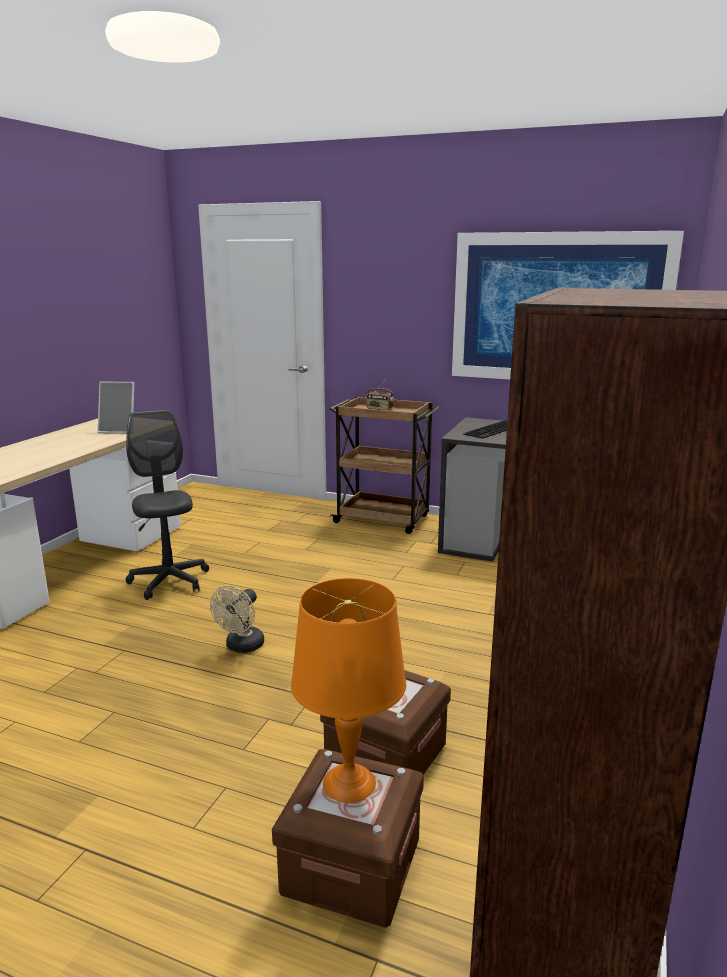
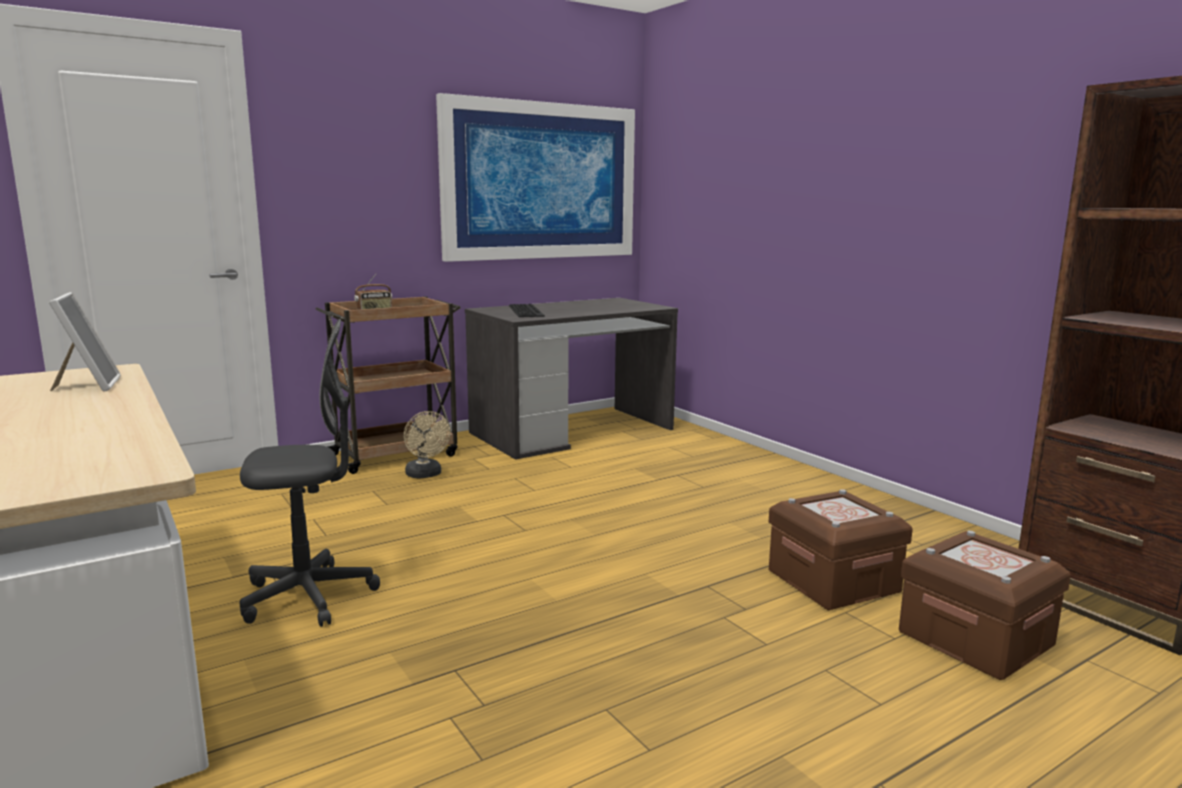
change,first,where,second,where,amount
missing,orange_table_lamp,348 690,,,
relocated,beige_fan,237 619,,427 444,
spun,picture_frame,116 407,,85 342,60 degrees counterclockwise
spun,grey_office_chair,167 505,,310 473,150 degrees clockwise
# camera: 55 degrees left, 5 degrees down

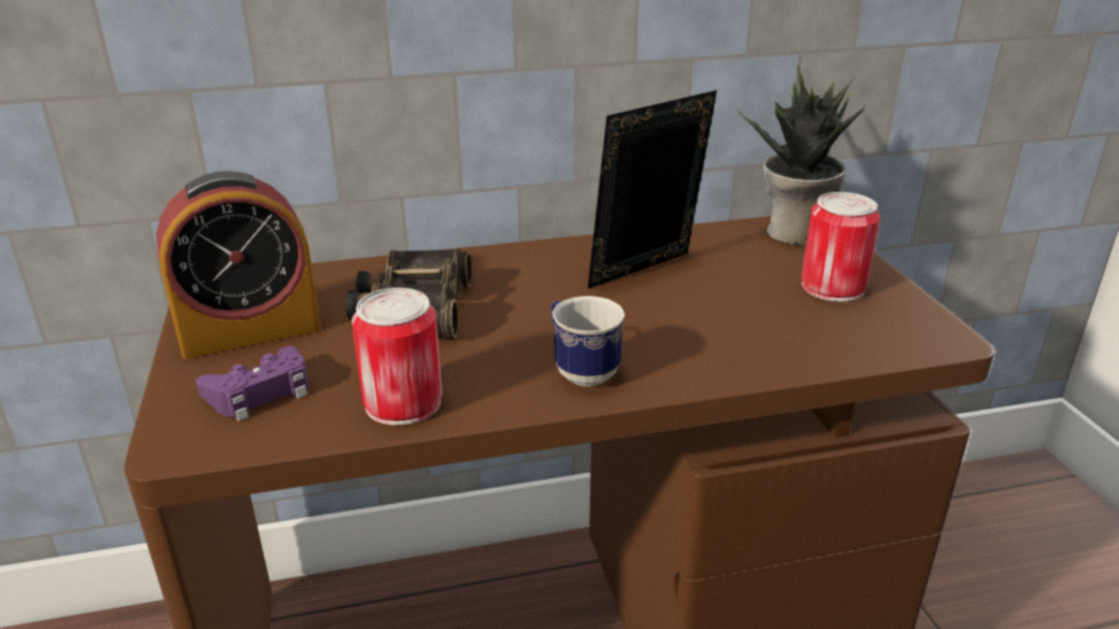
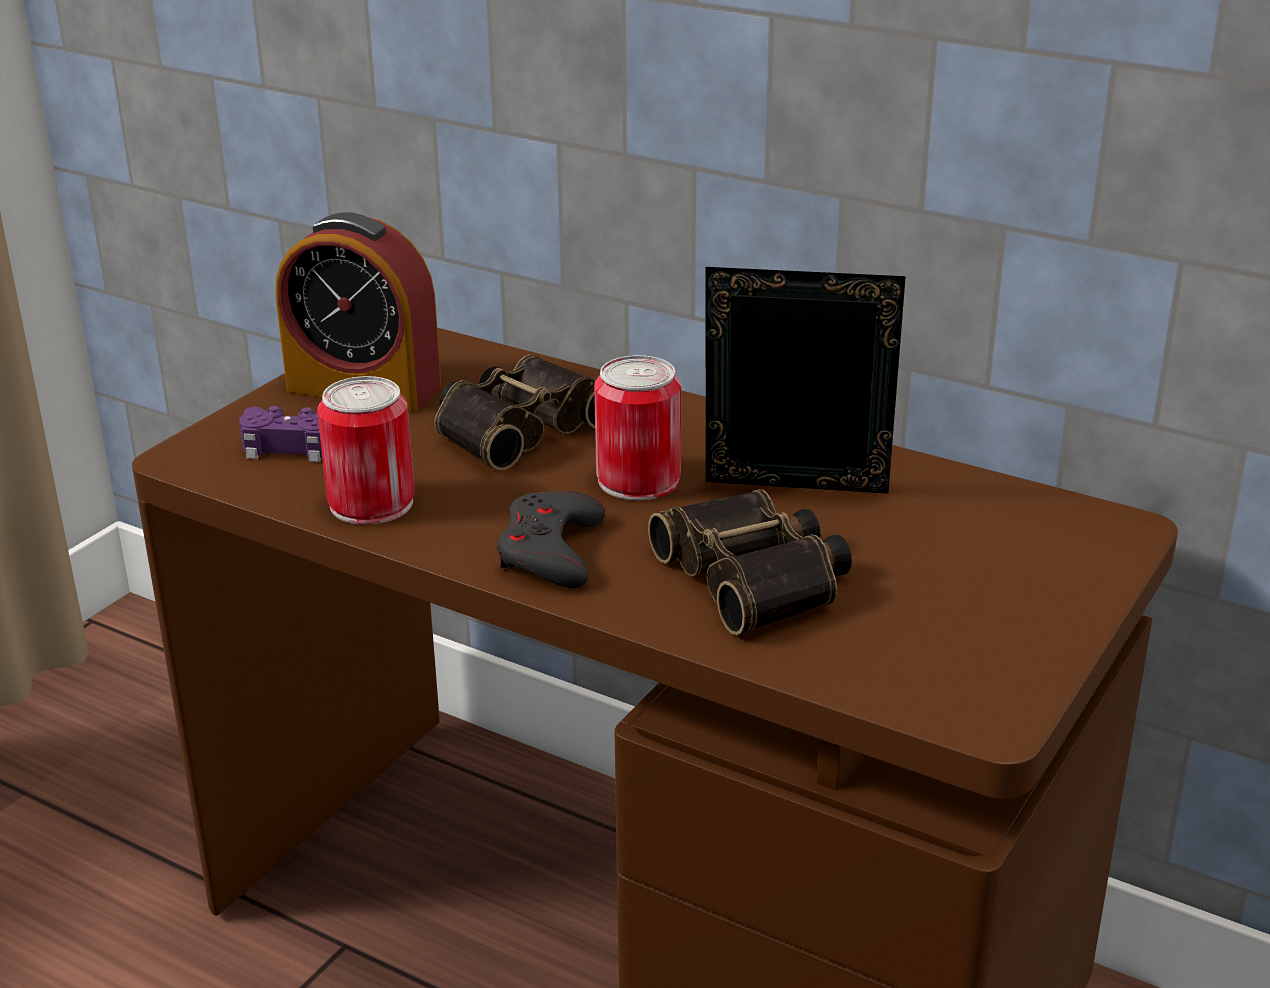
change,first,where,second,where,amount
missing,potted_plant,802 154,,,
appeared,,,binoculars,750 562,
relocated,can,840 247,,638 427,
exchanged,mug,588 341,grey_game_controller,551 540,
# camera: 45 degrees right, 0 degrees up

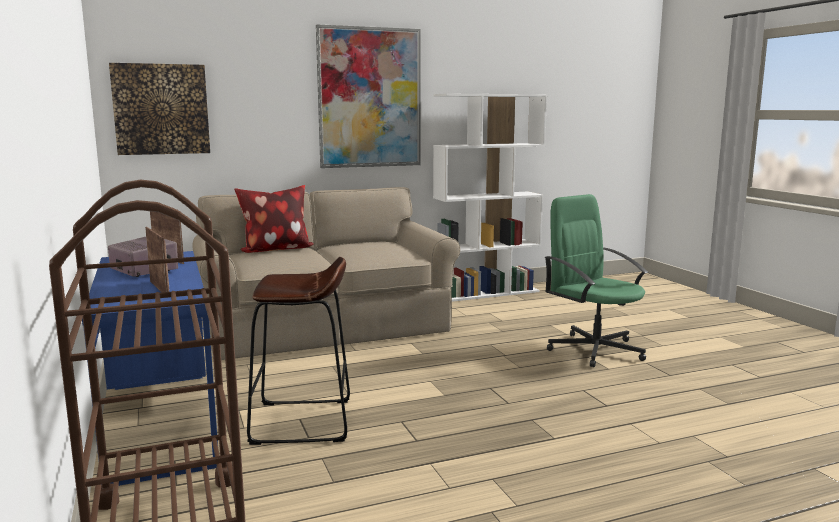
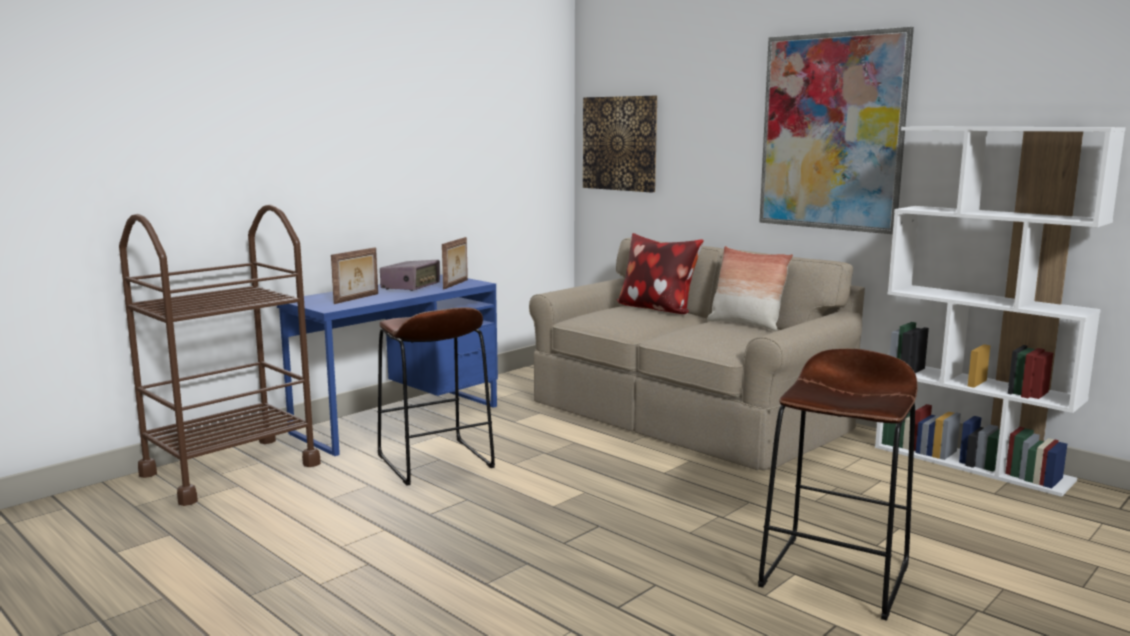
change,first,where,second,where,amount
appeared,,,pillow,750 288,
exchanged,green_office_chair,596 280,brown_stool,837 485,
# camera: 65 degrees right, 0 degrees up

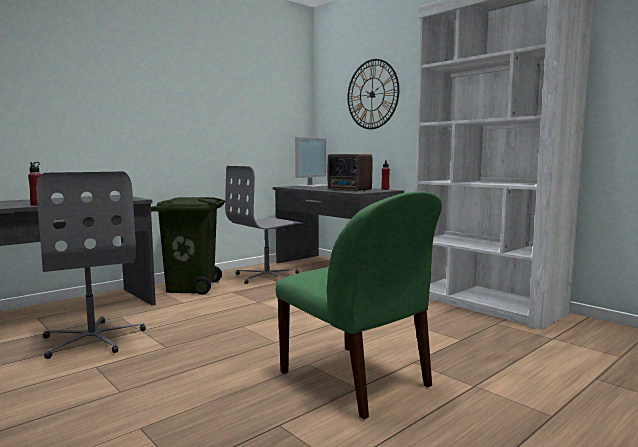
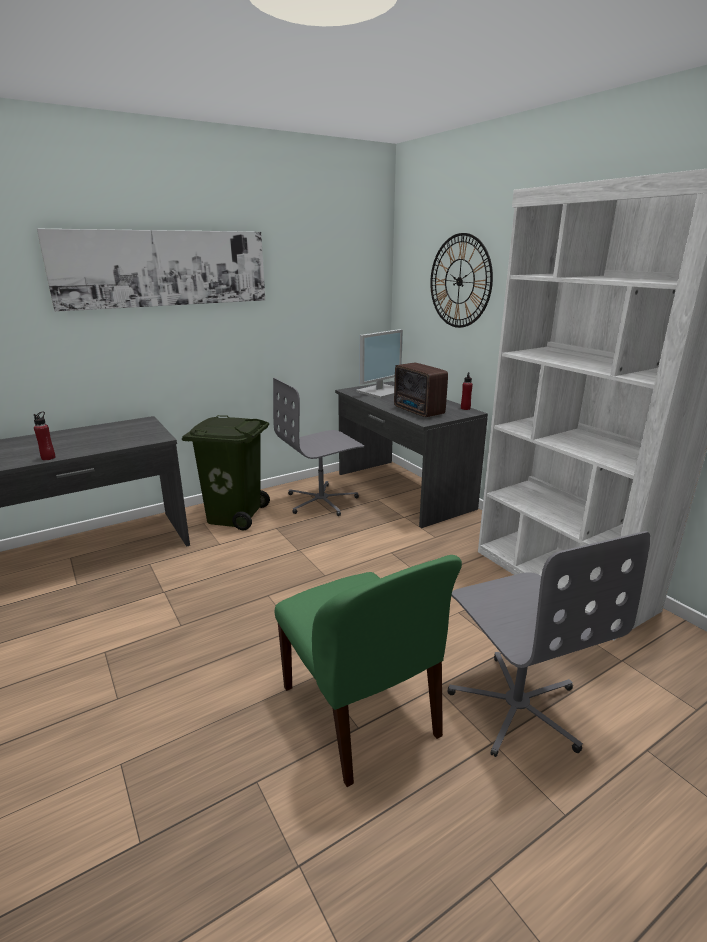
change,first,where,second,where,amount
appeared,,,picture,151 270,
relocated,grey_office_chair,91 265,,548 644,
# camera: 10 degrees right, 15 degrees up

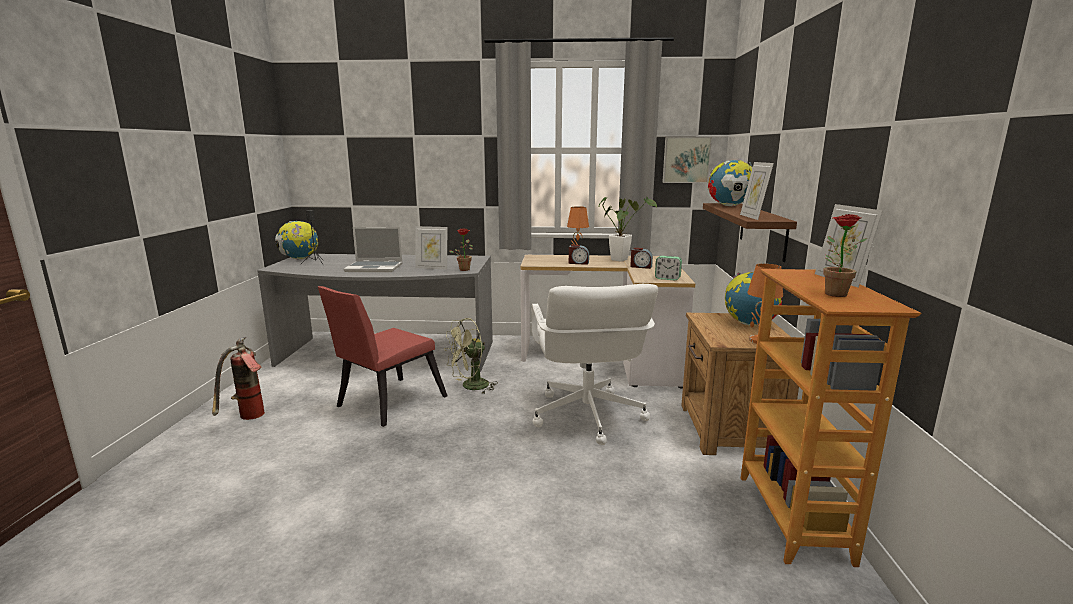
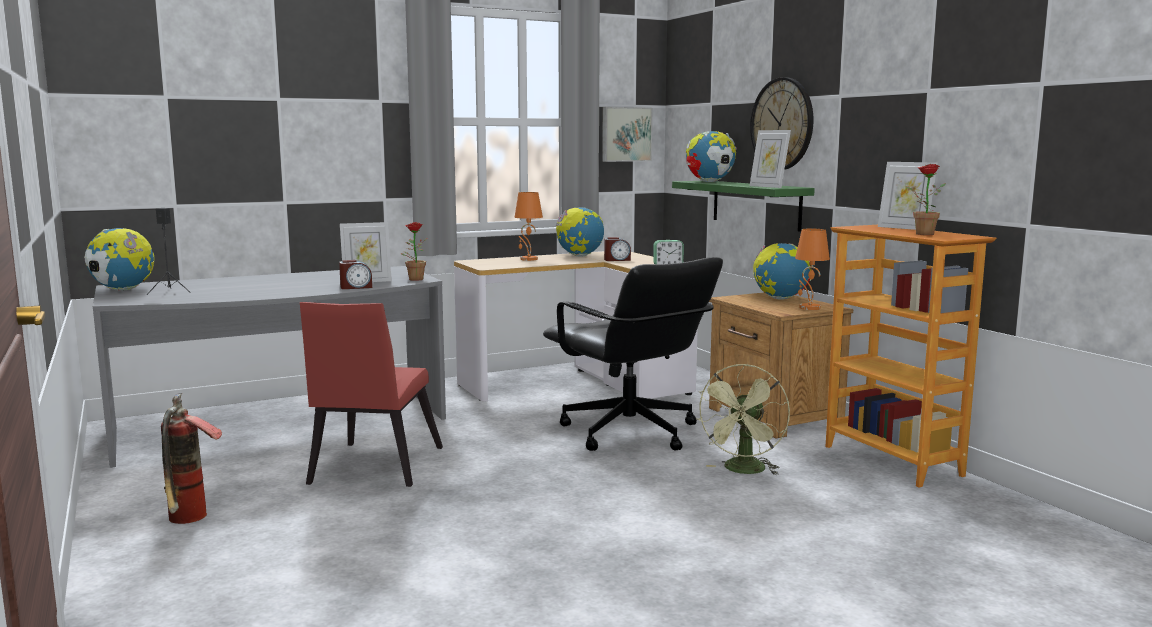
change,first,where,second,where,amount
missing,laptop,373 249,,,
appeared,,,wall_clock,782 123,
relocated,green_fan,471 356,,743 419,
relocated,alarm_clock,579 255,,355 274,
exchanged,potted_plant,628 229,globe,580 231,
colour,white_office_chair,595 364,black_office_chair,633 354,
colour,brown_shelf,750 232,green_shelf,743 206,
# camera: 30 degrees left, 5 degrees down

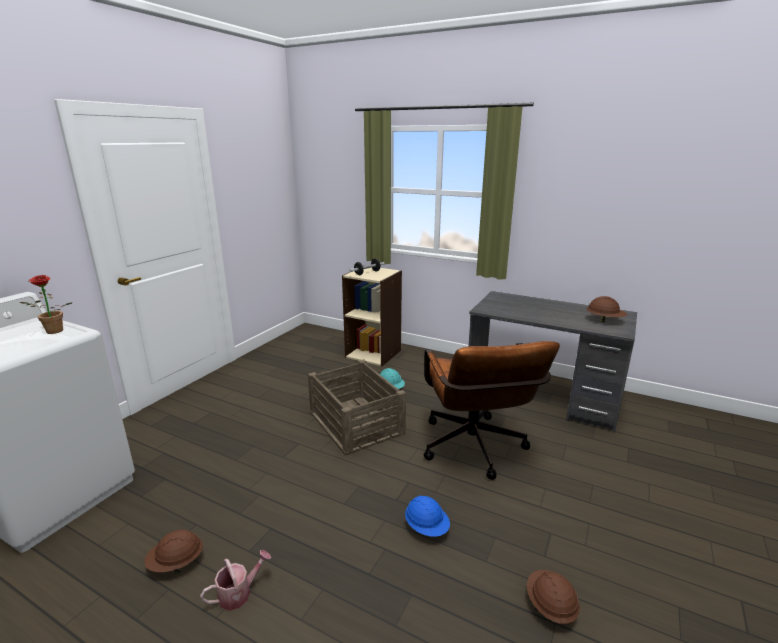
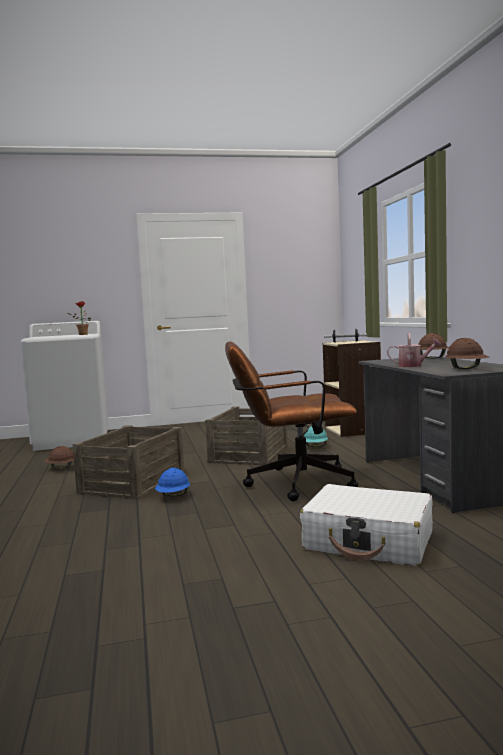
change,first,where,second,where,amount
appeared,,,crate,129 462,
appeared,,,white_suitcase,366 525,
relocated,watering_can,235 580,,414 350,
relocated,brown_hard_hat,553 597,,433 346,
spun,brown_office_chair,492 410,,291 421,45 degrees clockwise
# camera: 50 degrees right, 15 degrees down

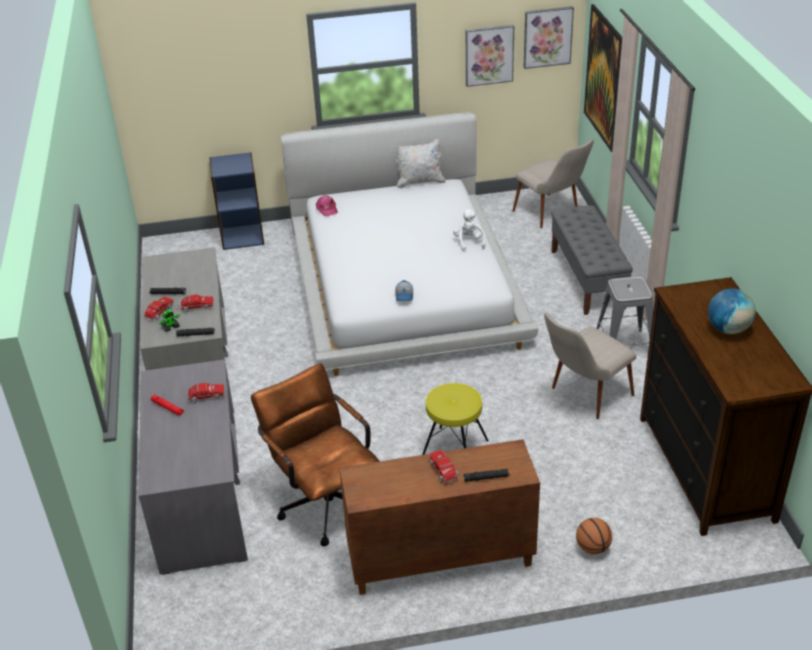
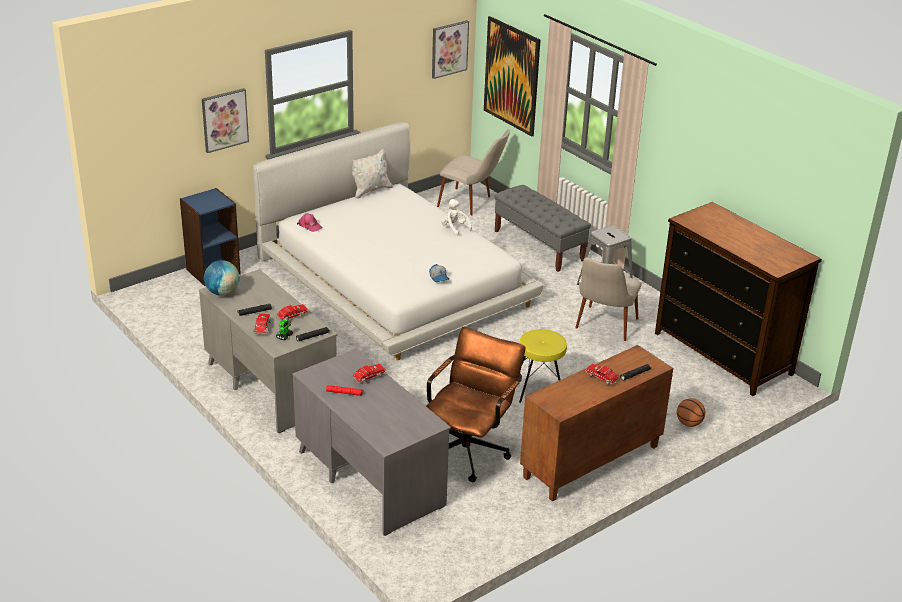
change,first,where,second,where,amount
relocated,picture,490 56,,225 120,
relocated,globe,732 311,,222 278,
spun,brown_office_chair,315 454,,476 404,90 degrees clockwise
# camera: 30 degrees left, 5 degrees down

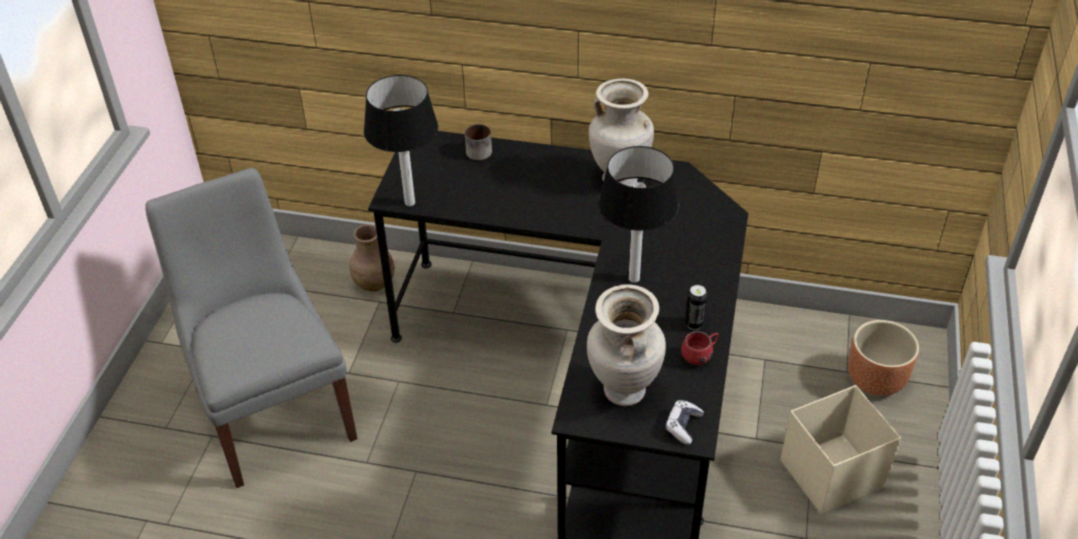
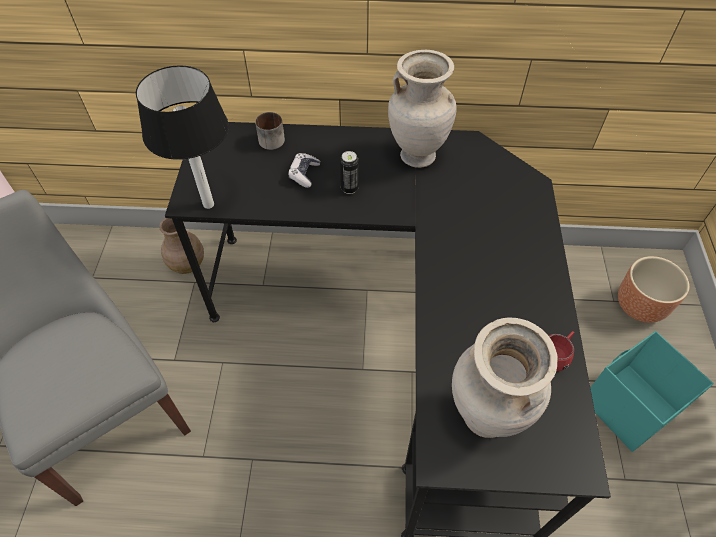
change,first,where,second,where,amount
missing,table_lamp,638 214,,,
relocated,game_controller,684 422,,304 170,
relocated,can,696 307,,349 172,
colour,beige_storage_box,840 450,turquoise_storage_box,652 391,
# camera: 10 degrees left, 10 degrees up

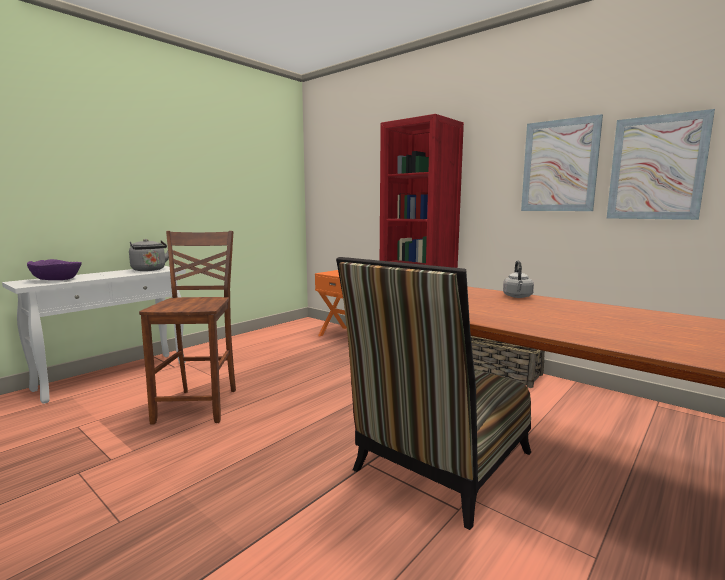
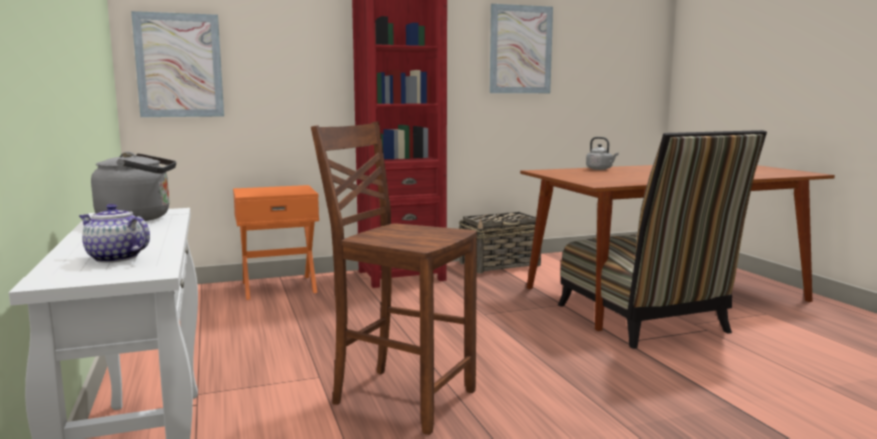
change,first,where,second,where,amount
relocated,picture,661 164,,177 64,
exchanged,purple_bowl,54 269,teapot,114 233,
# camera: 60 degrees left, 0 degrees up

